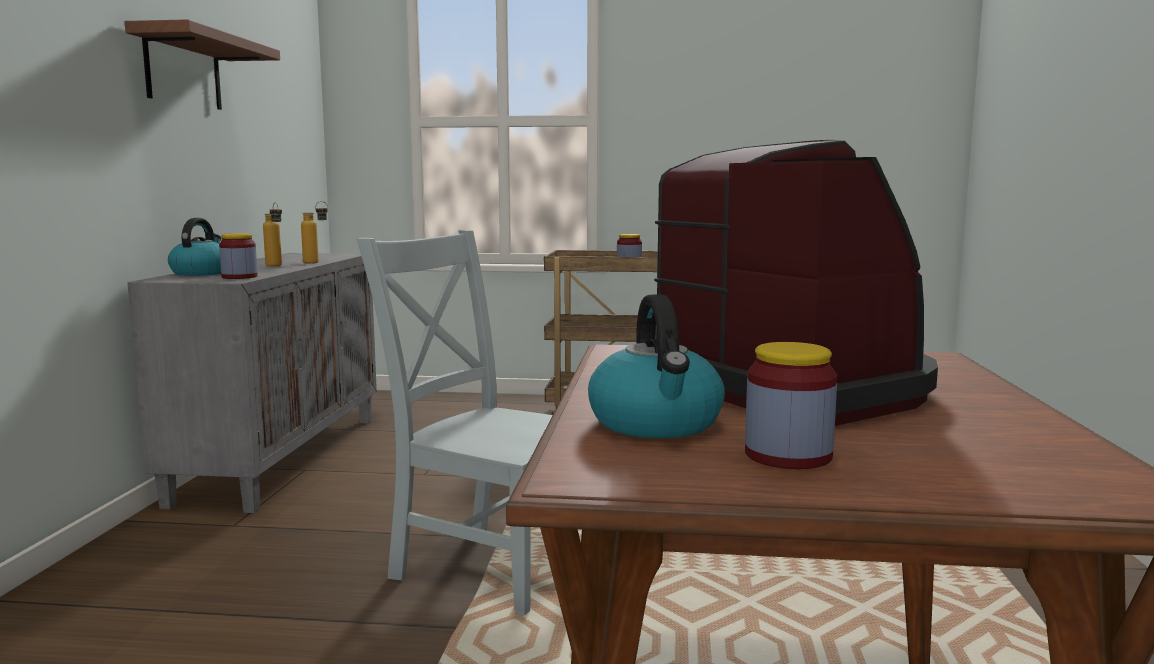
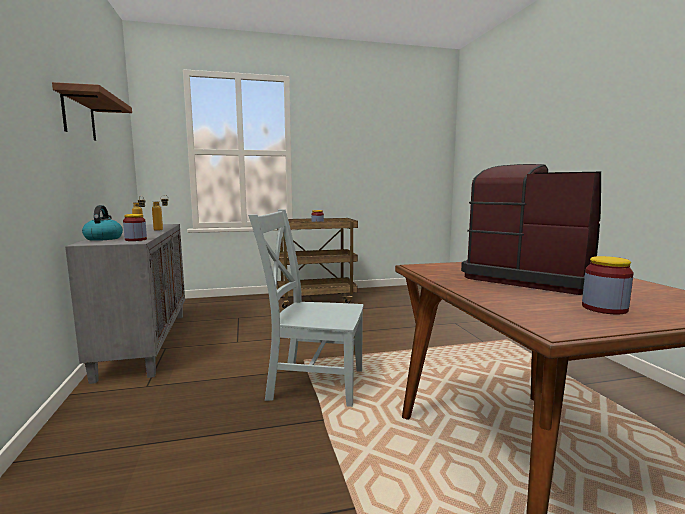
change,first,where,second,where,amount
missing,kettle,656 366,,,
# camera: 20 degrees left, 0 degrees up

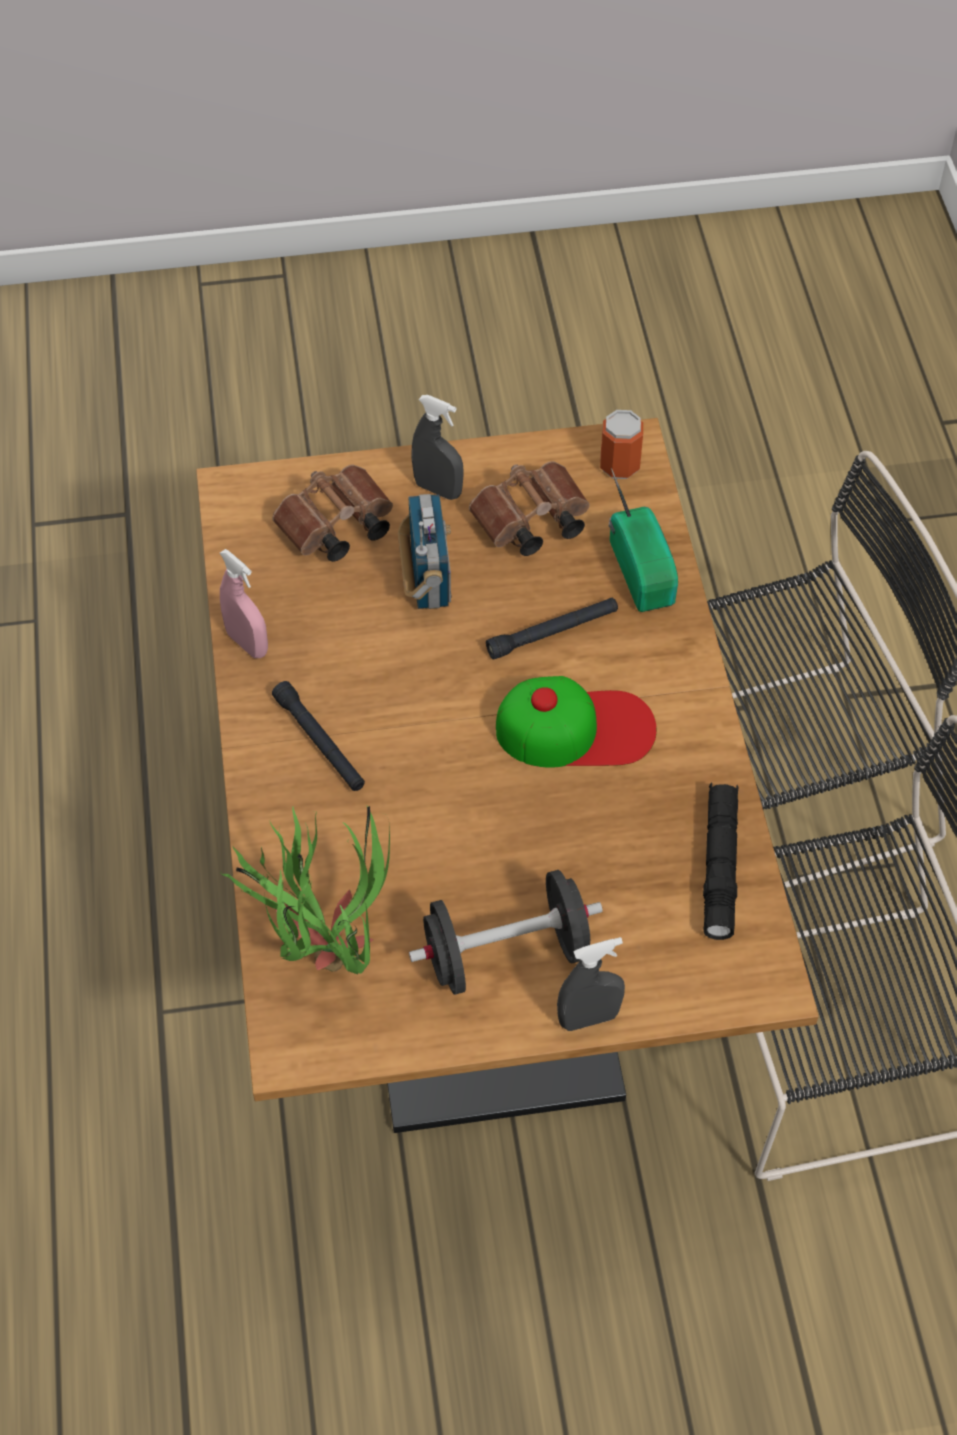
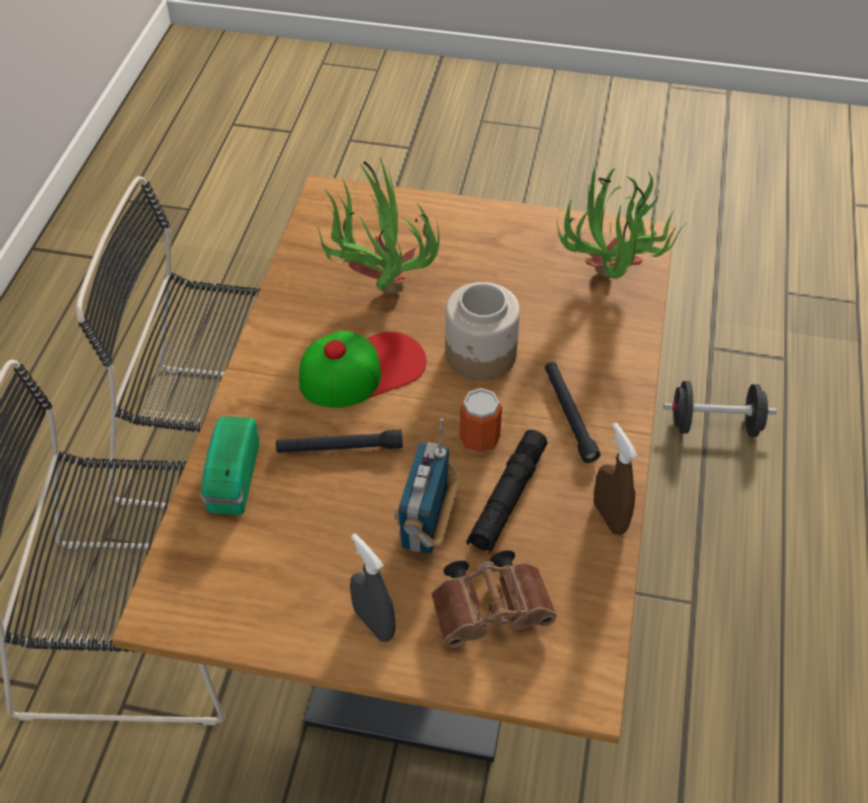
change,first,where,second,where,amount
missing,brown_binoculars,529 508,,,
missing,grey_spray_bottle,591 984,,,
appeared,,,potted_plant,378 225,
appeared,,,jar,482 331,
relocated,black_dumbbell,506 932,,720 409,
relocated,can,621 444,,480 420,
relocated,black_flashlight,721 861,,507 492,
colour,pink_spray_bottle,244 603,brown_spray_bottle,616 479,
spun,cap,576 722,,363 369,135 degrees clockwise
# camera: 160 degrees left, 5 degrees down

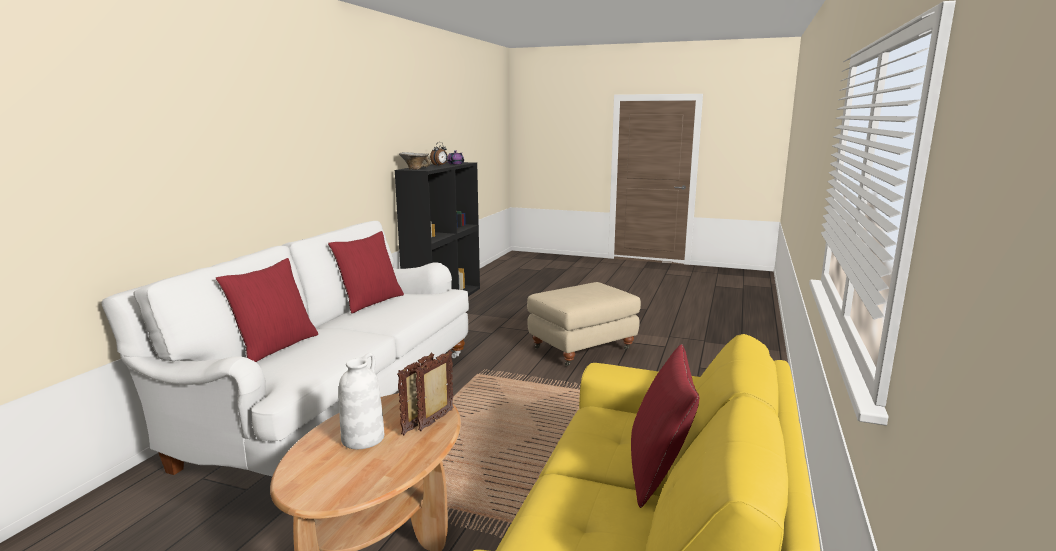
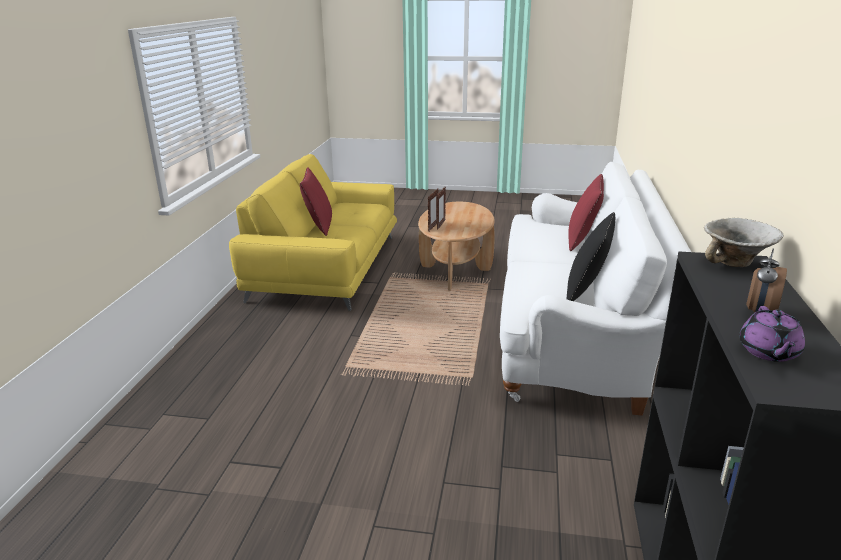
change,first,where,second,where,amount
missing,white_vase,361 401,,,
missing,beige_ottoman,584 324,,,
colour,red_pillow,366 272,black_pillow,591 256,
# camera: 170 degrees right, 10 degrees up

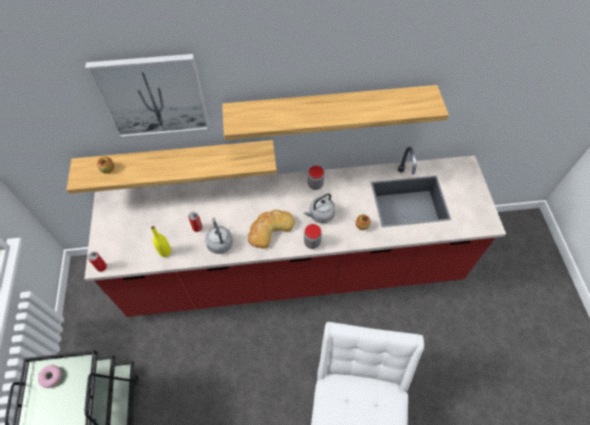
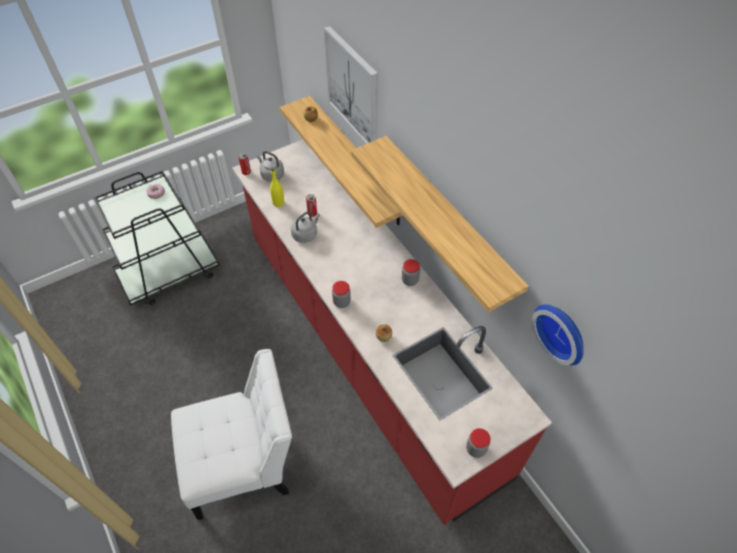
change,first,where,second,where,amount
missing,bread,271 229,,,
appeared,,,jar,478 443,
appeared,,,wall_clock,557 334,
relocated,grey_kettle,320 208,,270 166,
# camera: 65 degrees right, 5 degrees down

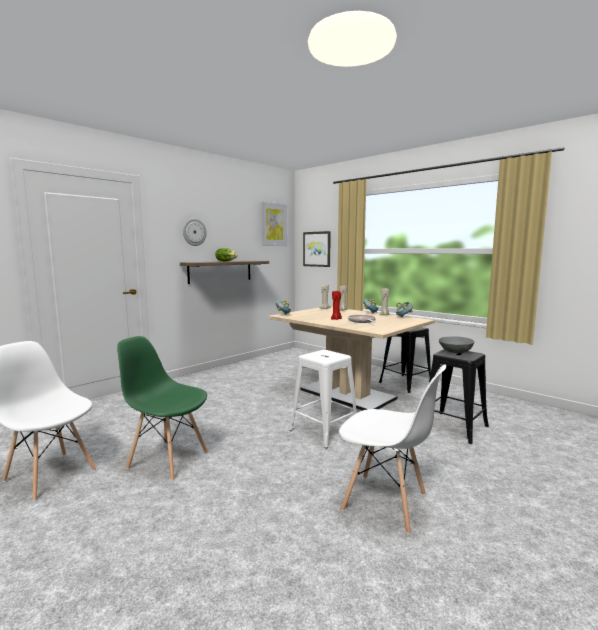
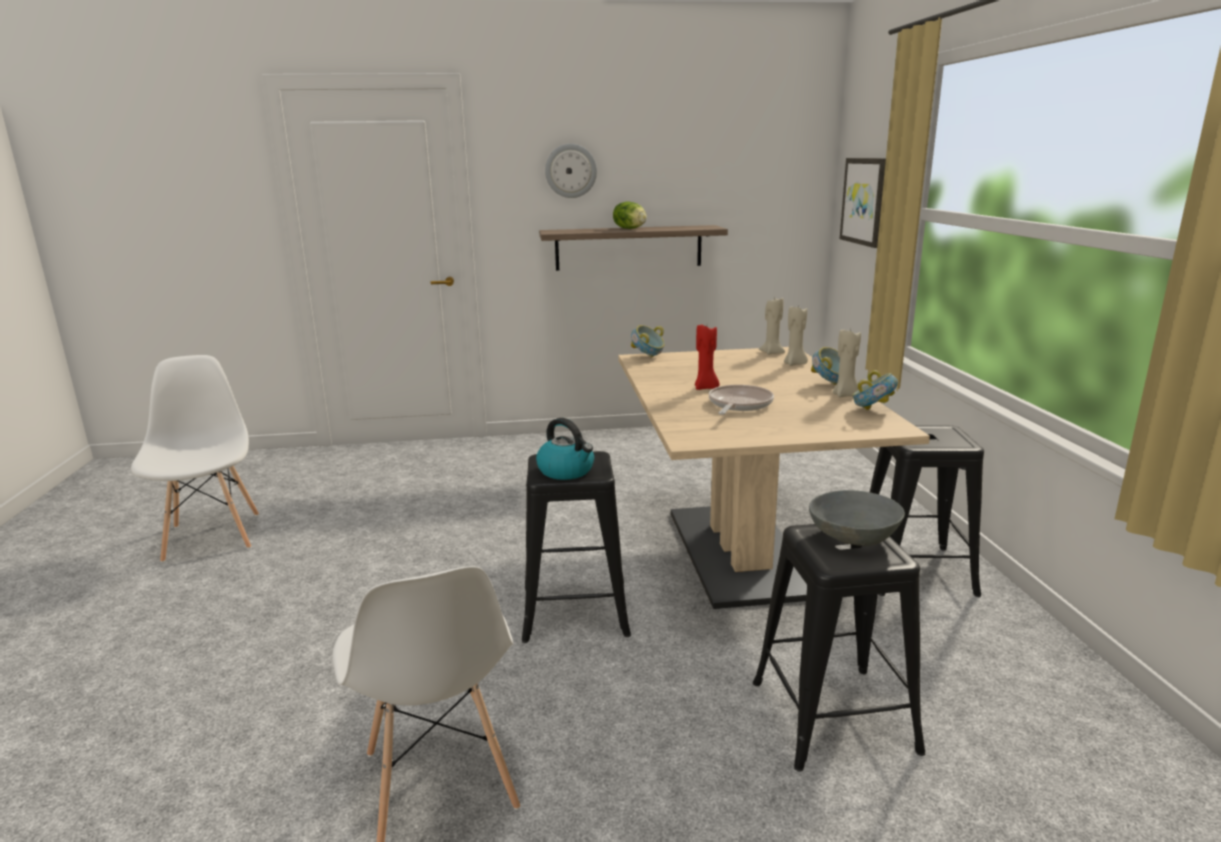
change,first,where,second,where,amount
missing,green_chair,162 408,,,
missing,picture,273 223,,,
appeared,,,kettle,565 449,
colour,white_stool,323 399,black_stool,576 547,
# camera: 40 degrees right, 10 degrees up

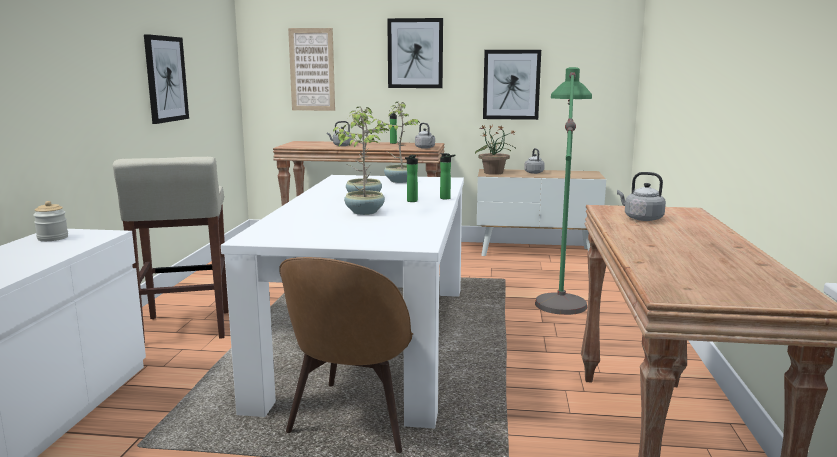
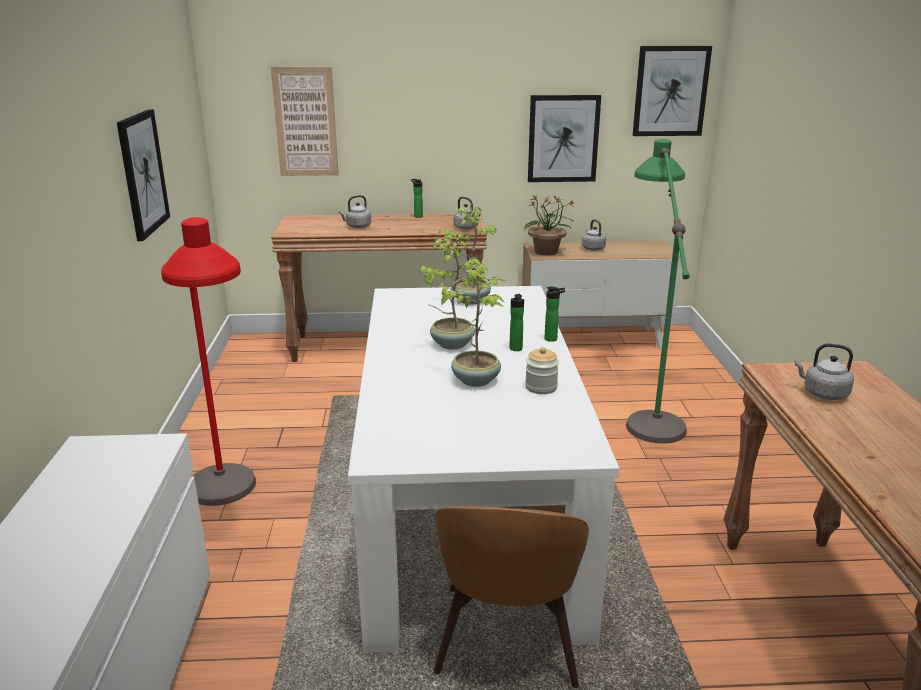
change,first,where,second,where,amount
relocated,jar,50 221,,542 370,
relocated,picture,415 53,,672 91,
exchanged,beige_stool,170 250,red_floor_lamp,208 361,
# camera: 10 degrees left, 10 degrees up

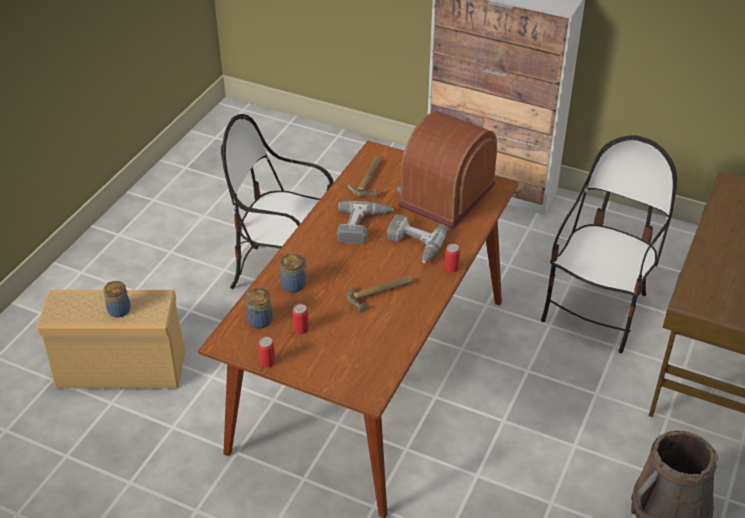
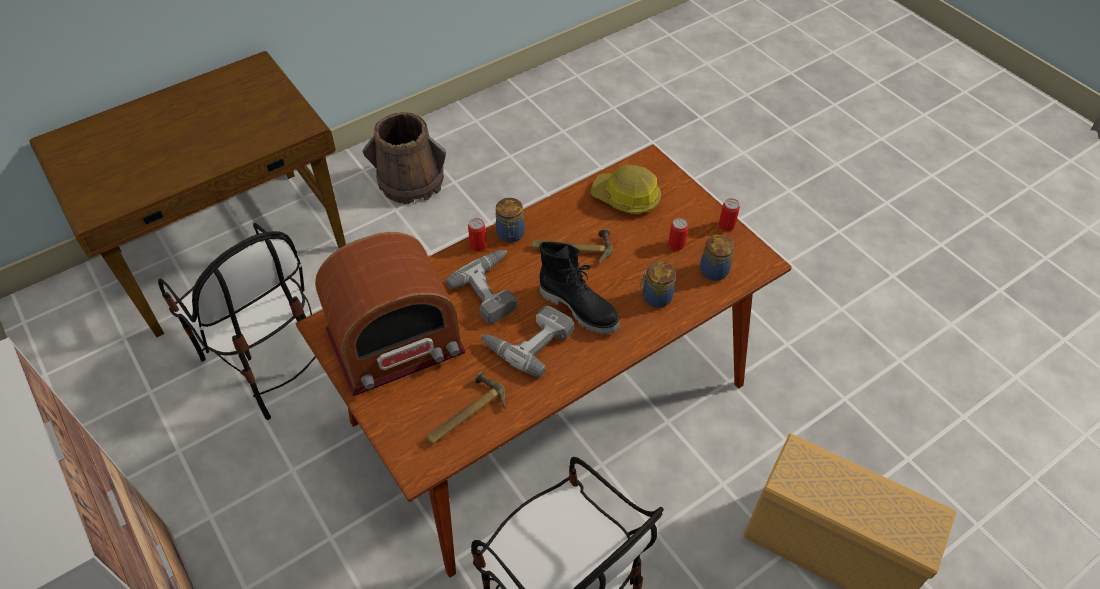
change,first,where,second,where,amount
appeared,,,black_boot,579 288,
appeared,,,hard_hat,625 189,
relocated,jar,117 299,,510 220,
spun,chair,609 244,,237 321,105 degrees counterclockwise
# camera: 150 degrees left, 10 degrees up

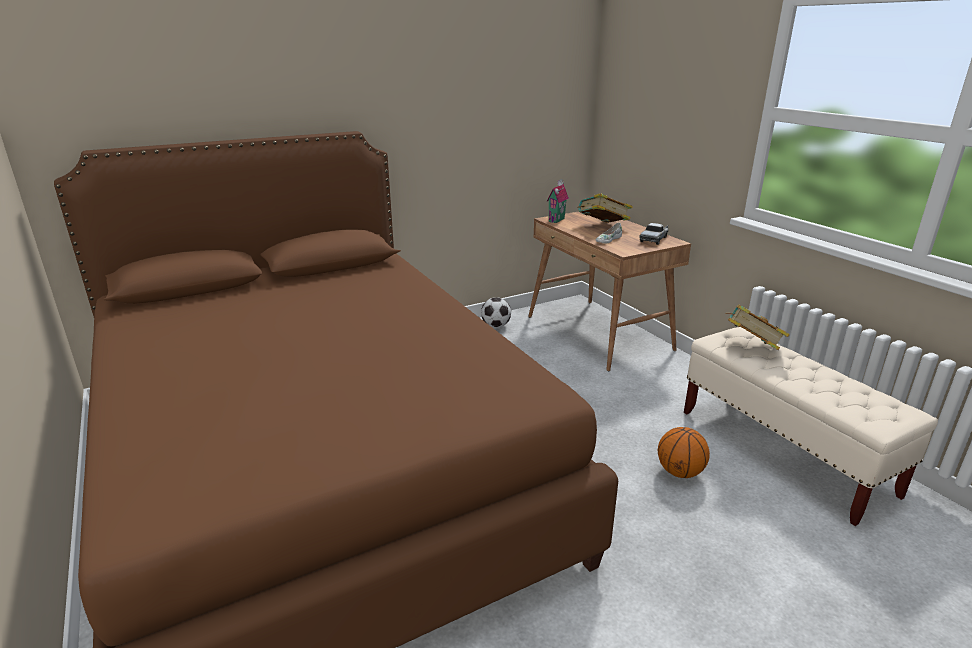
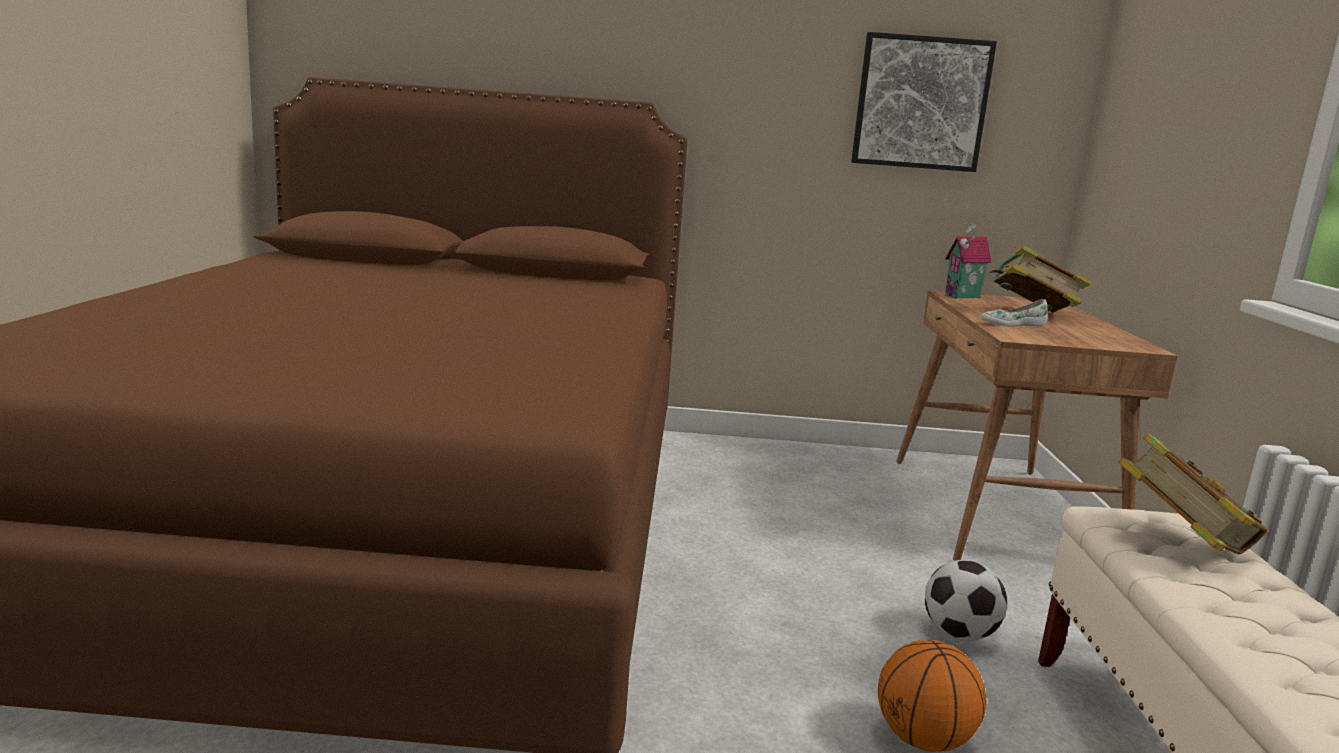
change,first,where,second,where,amount
missing,toy_truck,654 234,,,
appeared,,,picture,924 102,
relocated,football,496 313,,966 600,
# camera: 30 degrees right, 10 degrees down

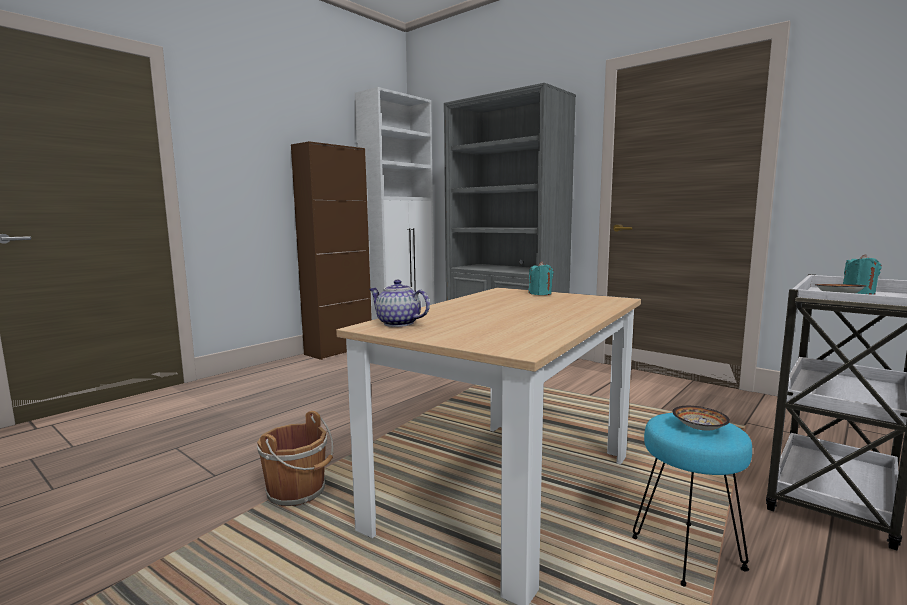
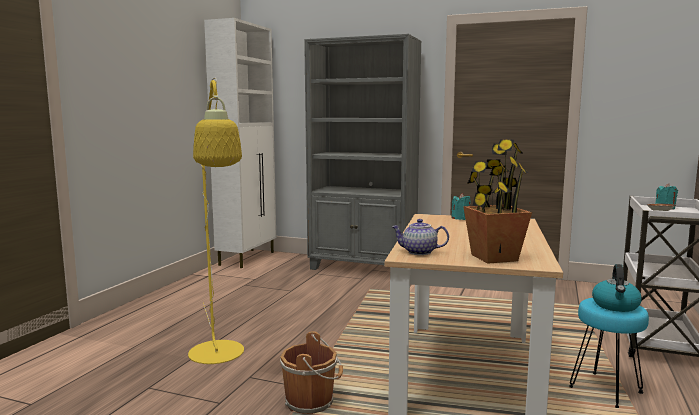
change,first,where,second,where,amount
missing,brown_cabinet,331 250,,,
appeared,,,yellow_floor_lamp,216 221,
appeared,,,potted_plant,497 201,
exchanged,bowl,701 418,kettle,617 288,
# camera: 20 degrees left, 0 degrees up

